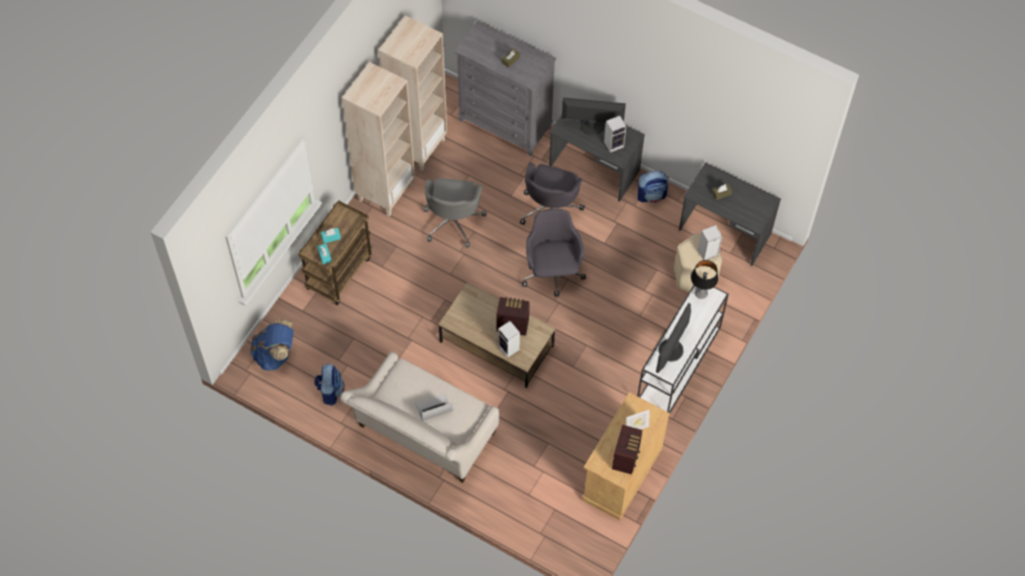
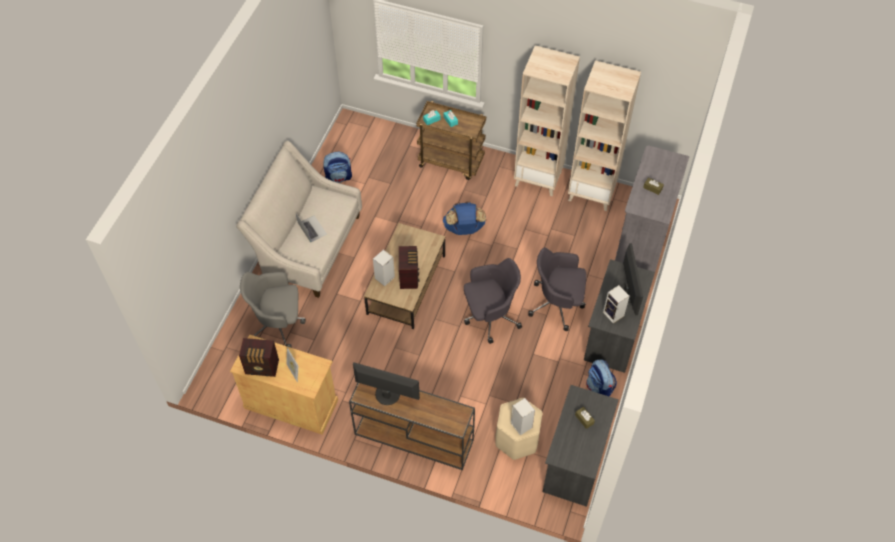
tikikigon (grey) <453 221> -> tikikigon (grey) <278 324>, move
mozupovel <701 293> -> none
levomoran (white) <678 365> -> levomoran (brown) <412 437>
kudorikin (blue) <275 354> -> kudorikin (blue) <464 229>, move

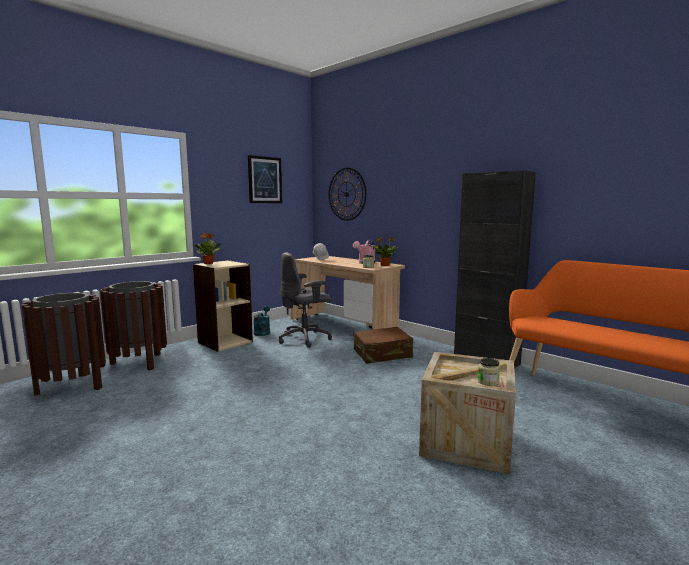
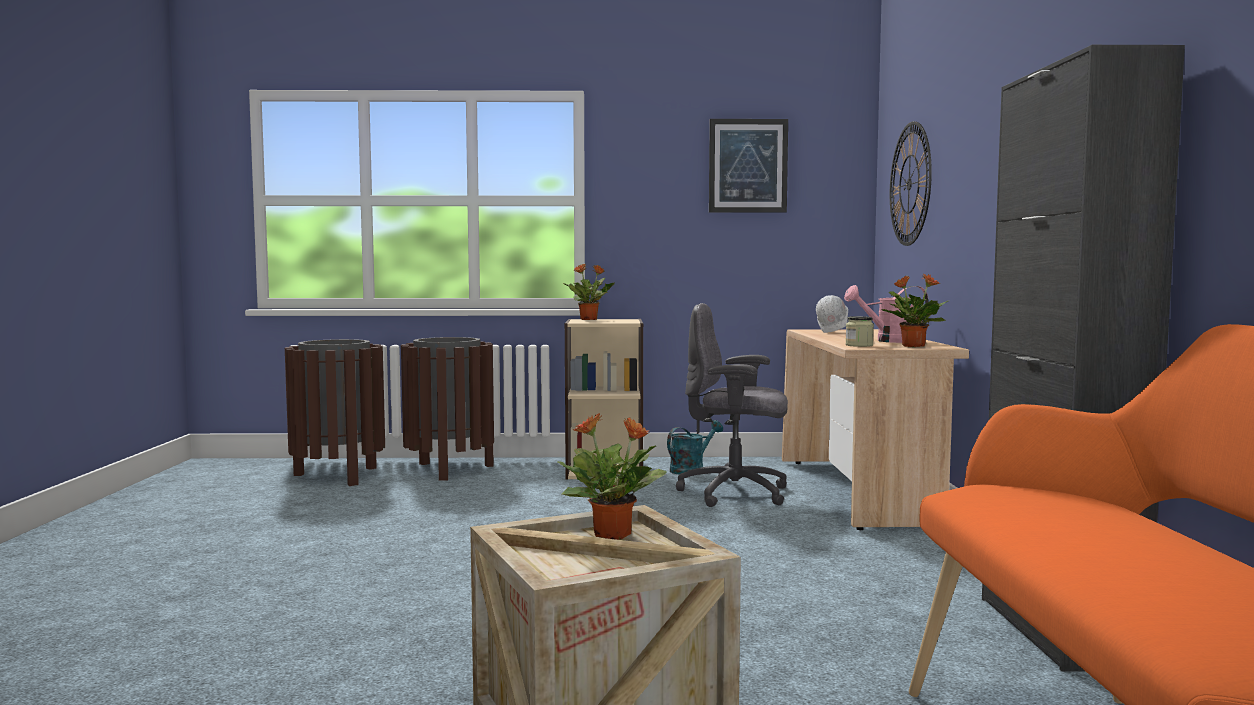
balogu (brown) <382 354> -> none
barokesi <488 382> -> none
none -> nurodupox <614 535>

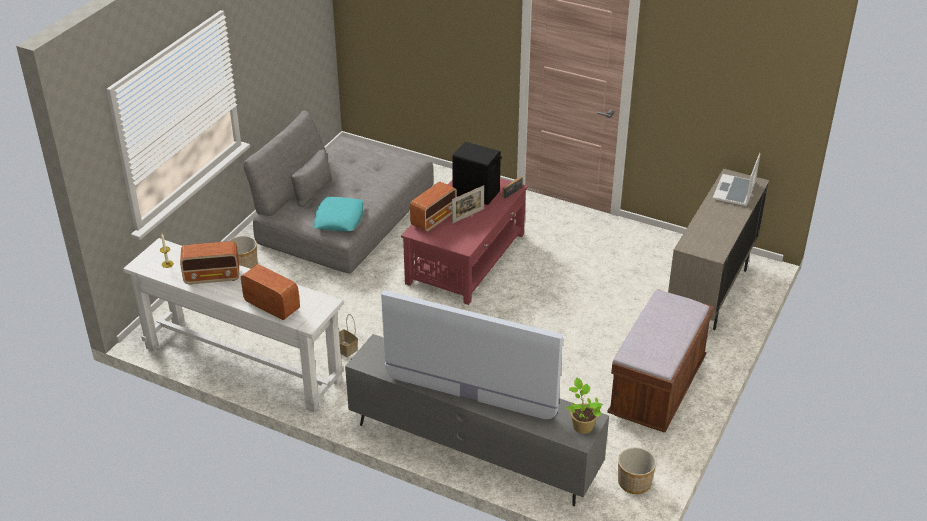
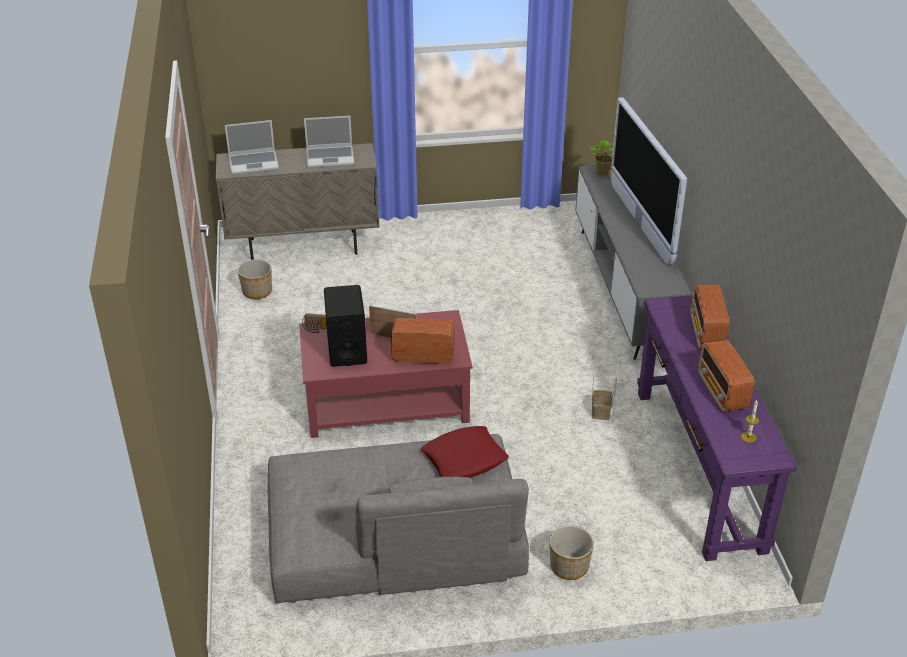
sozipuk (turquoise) <339 219> -> sozipuk (red) <464 459>
levomoran (white) <243 363> -> levomoran (purple) <698 468>
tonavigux <213 277> -> tonavigux <722 393>, 150 degrees counterclockwise
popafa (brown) <657 389> -> none
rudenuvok <634 482> -> rudenuvok <256 291>, move
none -> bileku <330 157>

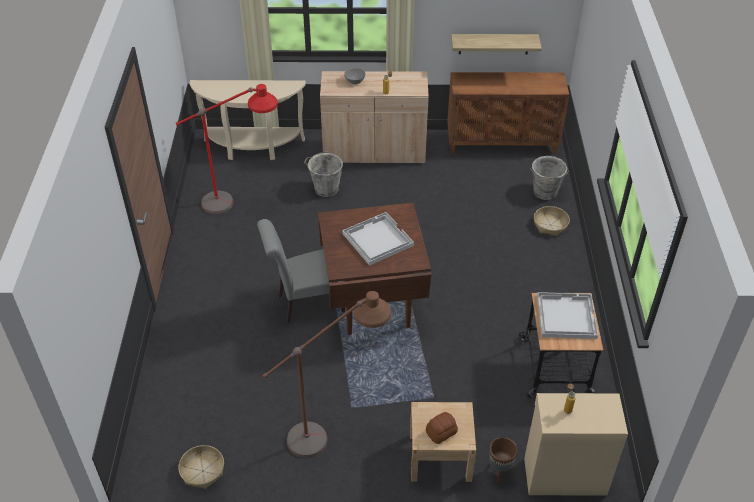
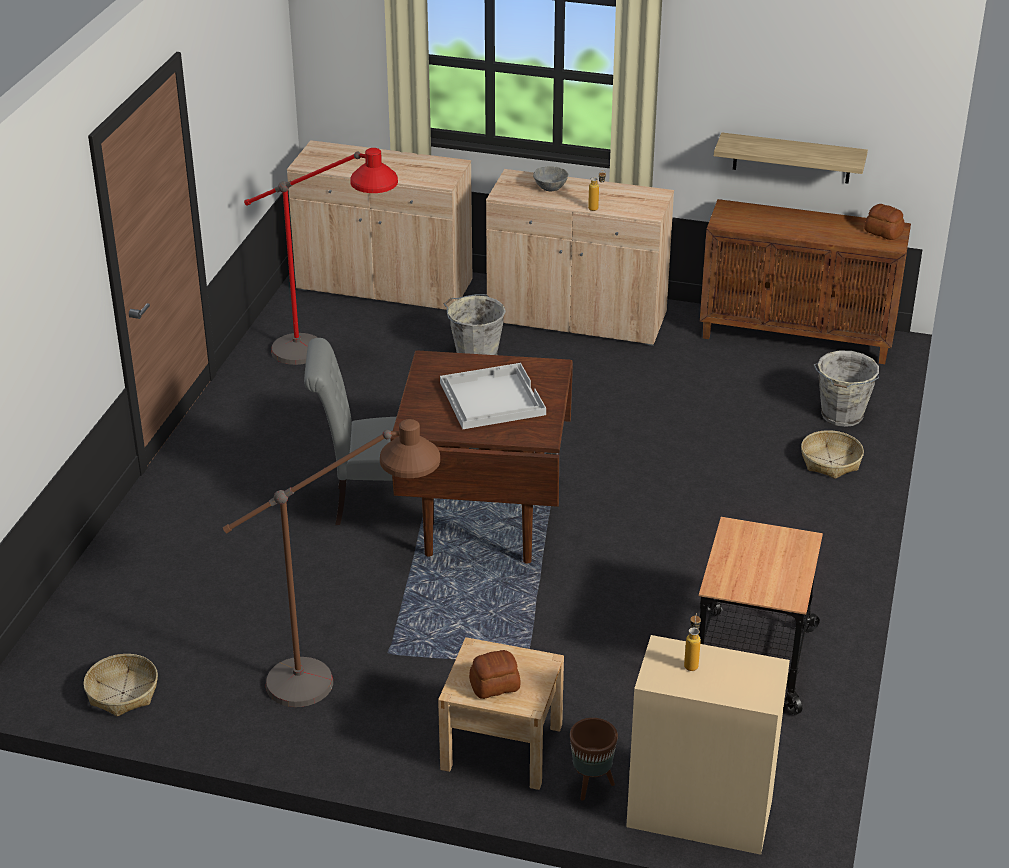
levomoran (beige) <253 148> -> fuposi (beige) <384 286>
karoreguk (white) <565 316> -> none
none -> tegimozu <883 232>

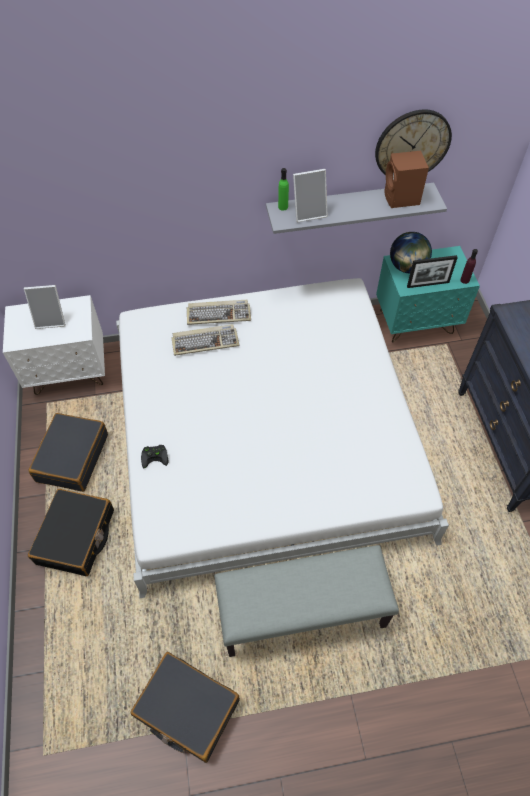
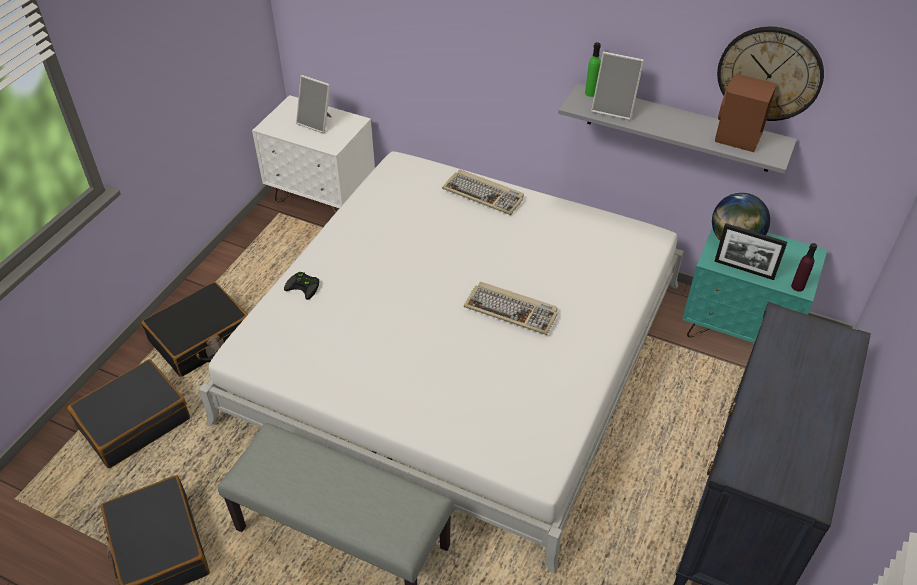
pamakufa <205 341> -> pamakufa <512 310>, move
balogu (black) <72 457> -> balogu (black) <133 421>, move

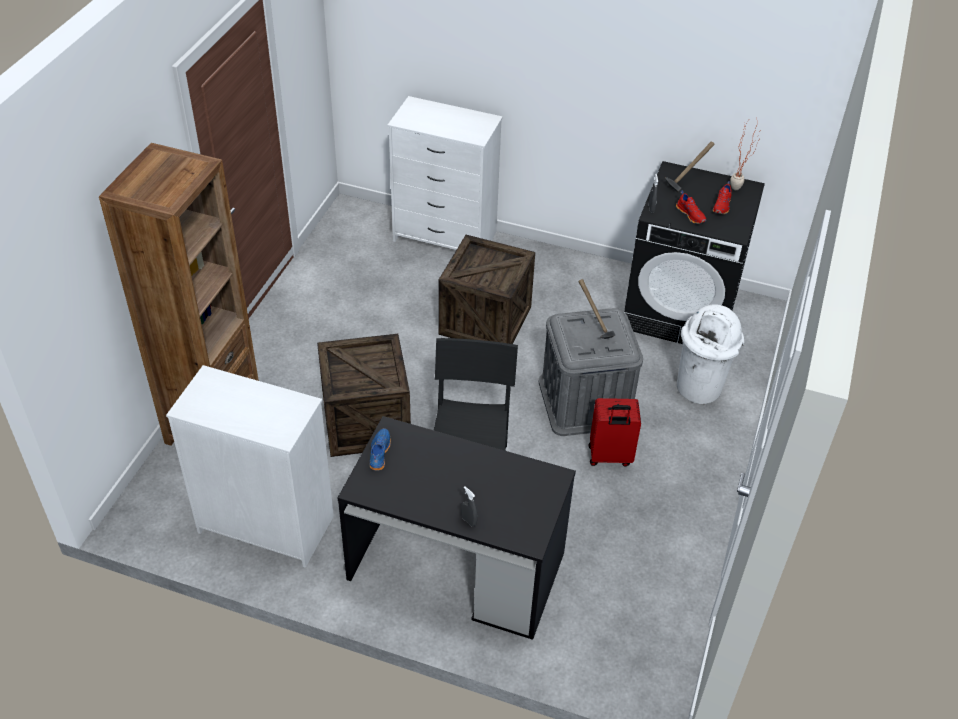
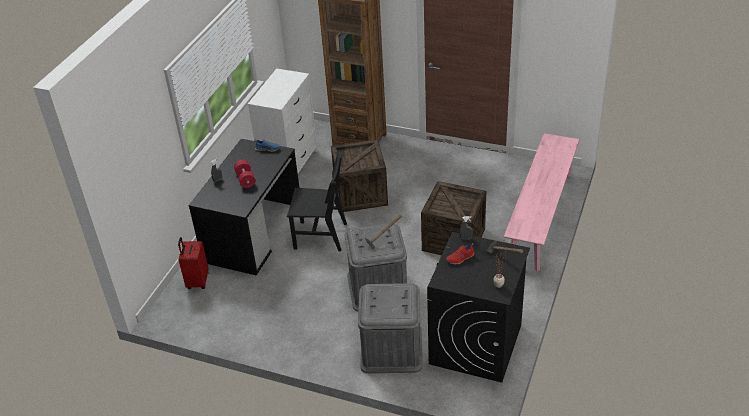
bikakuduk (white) <444 237> -> popafa (pink) <541 217>
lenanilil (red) <722 206> -> none
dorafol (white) <700 388> -> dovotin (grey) <391 349>
balogu (red) <610 457> -> balogu (red) <197 281>, move
none -> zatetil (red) <245 179>

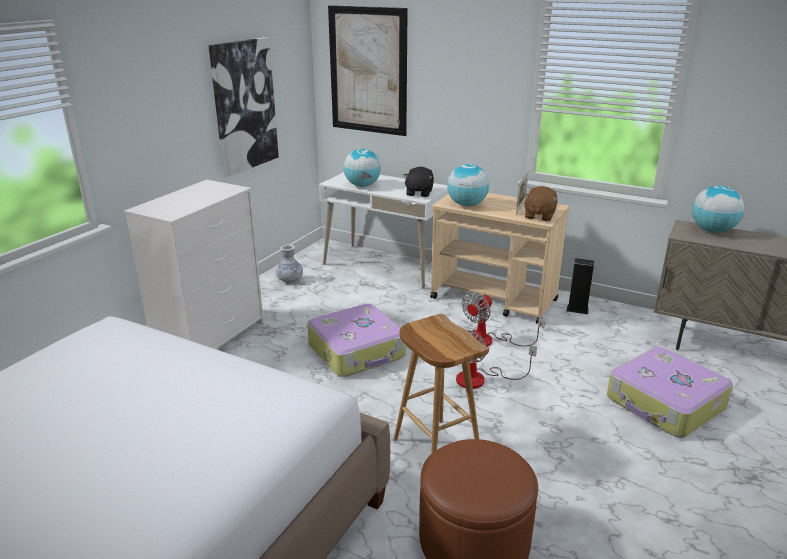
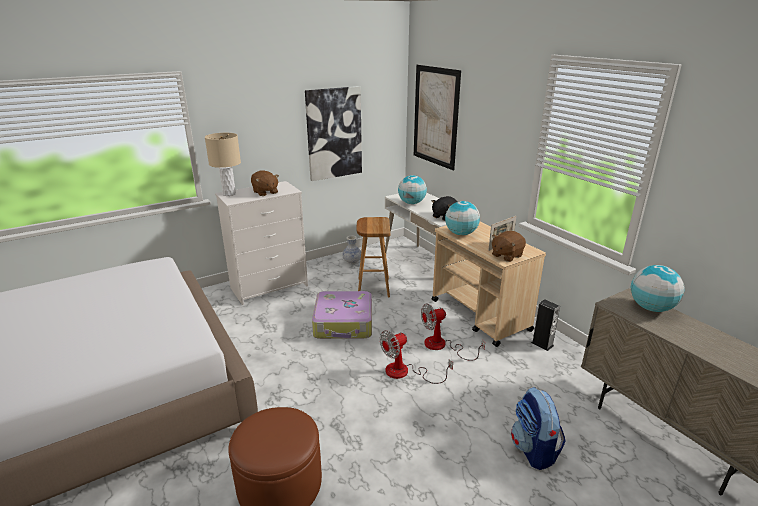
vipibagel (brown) <435 448> -> vipibagel (brown) <373 287>, move
balogu <665 404> -> kudorikin <534 450>
none -> mozupovel (beige) <229 194>
none -> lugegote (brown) <265 192>

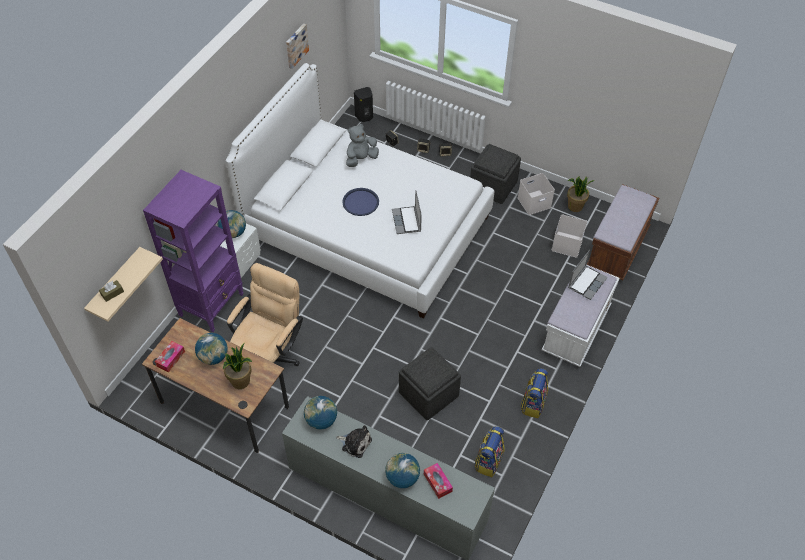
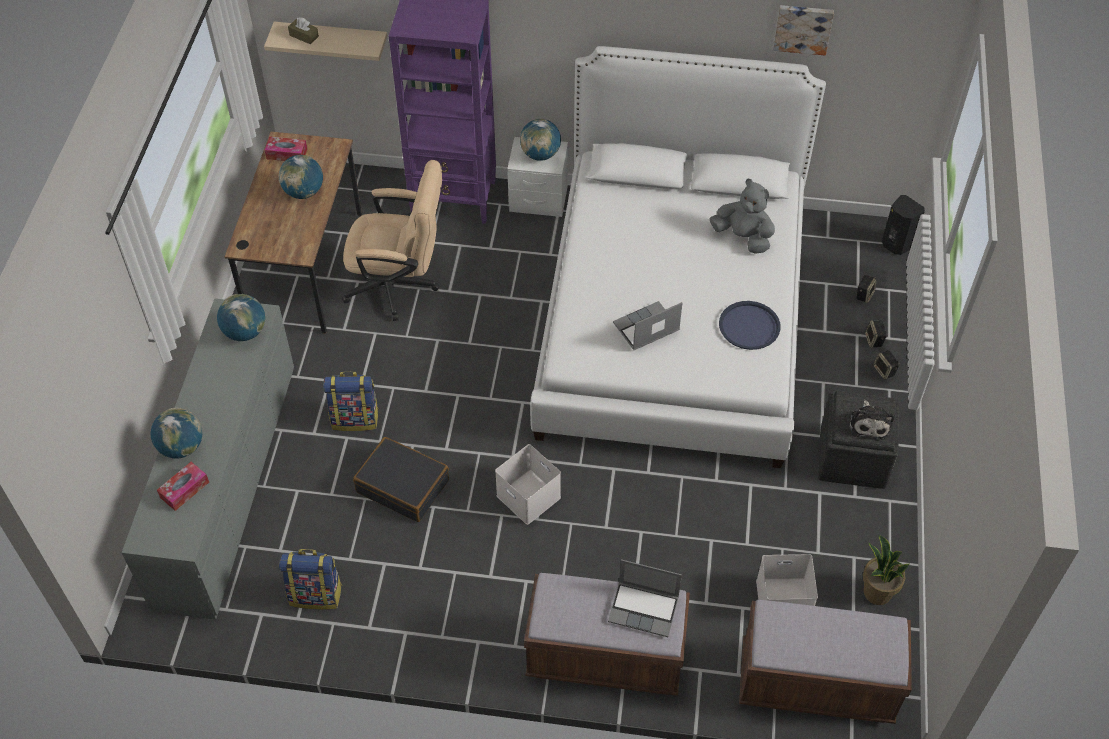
dovotin (white) <534 203> -> dovotin (white) <527 496>, move
karoreguk (blue) <360 202> -> karoreguk (blue) <749 326>, move
popafa (white) <576 330> -> popafa (brown) <605 657>
nurodupox <241 381> -> none
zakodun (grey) <428 394> -> balogu (black) <403 486>
kudorikin <533 403> -> kudorikin <355 418>, move
lugegote <355 443> -> lugegote <869 423>, move

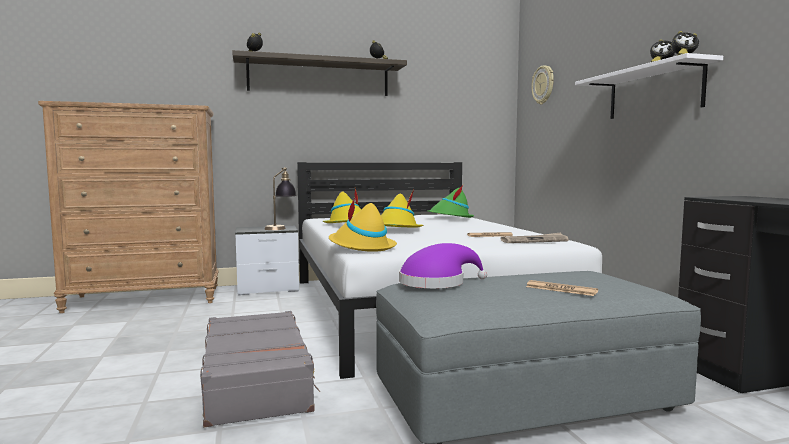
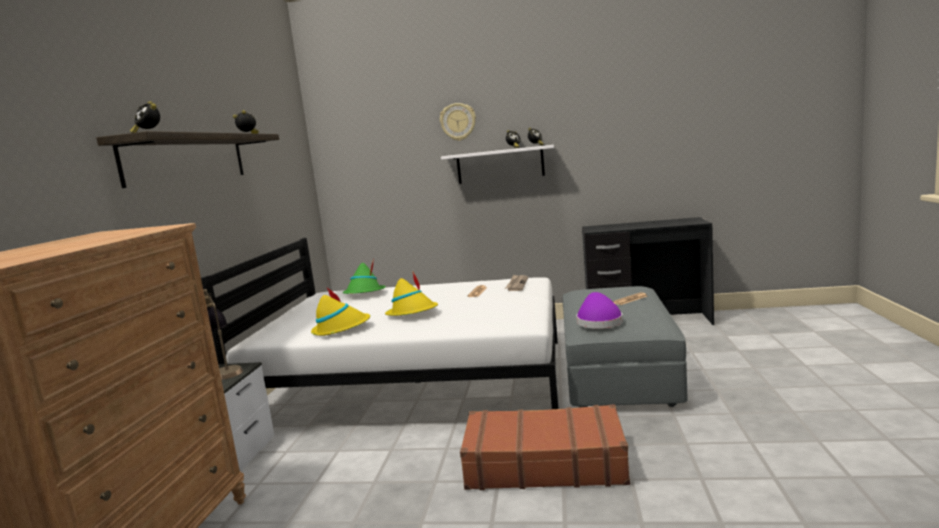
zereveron <543 85> -> zereveron <458 122>, move
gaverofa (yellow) <361 247> -> none
balogu (grey) <257 380> -> balogu (brown) <544 463>

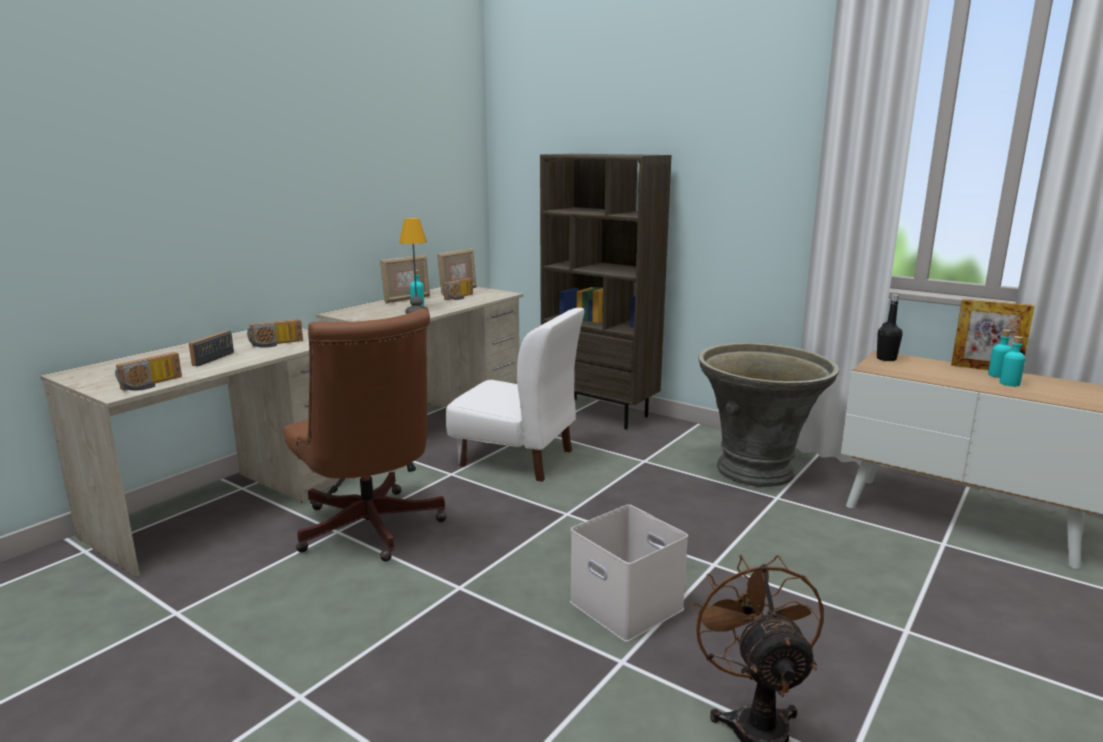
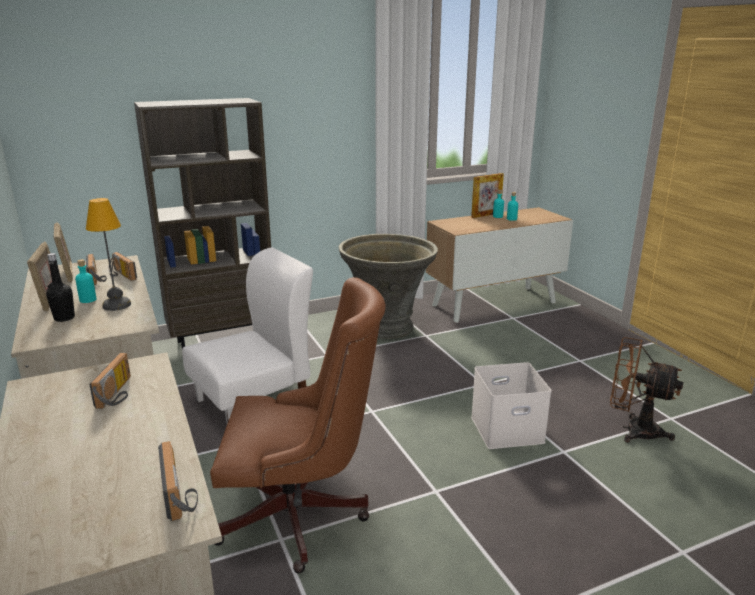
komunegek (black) <886 359> -> komunegek (black) <64 318>, move
tonavigux <210 358> -> tonavigux <121 275>, move

